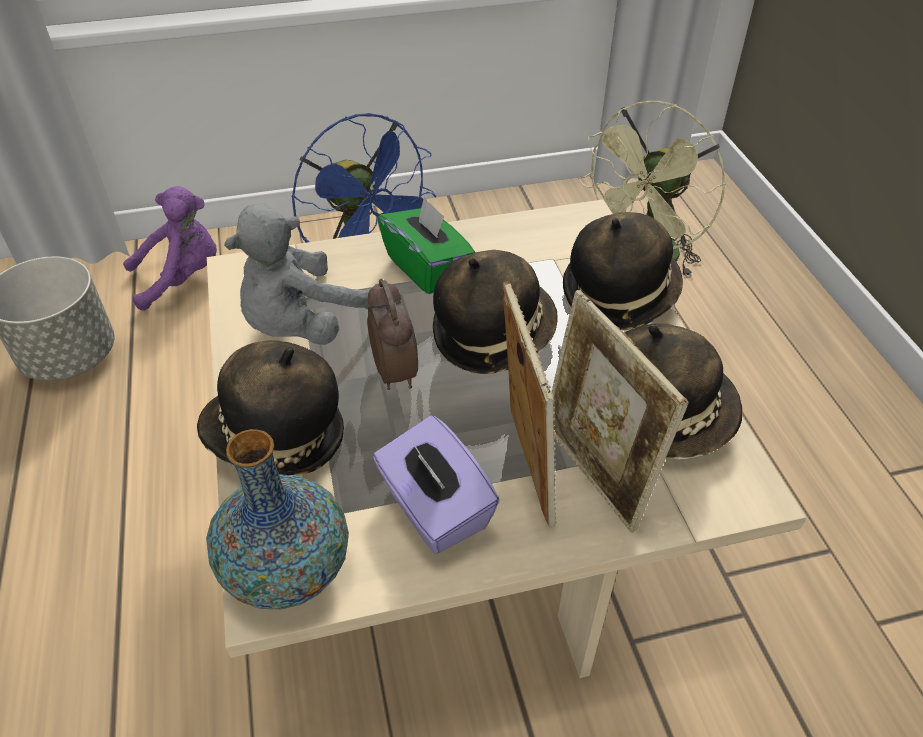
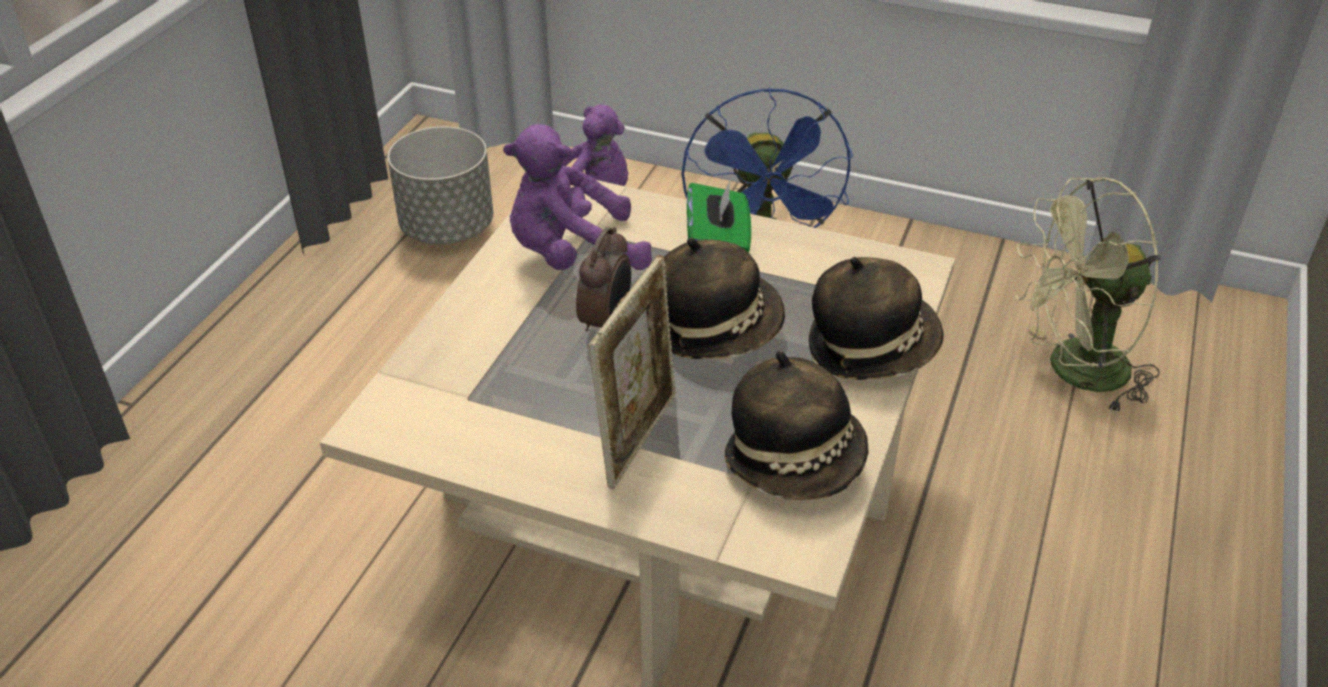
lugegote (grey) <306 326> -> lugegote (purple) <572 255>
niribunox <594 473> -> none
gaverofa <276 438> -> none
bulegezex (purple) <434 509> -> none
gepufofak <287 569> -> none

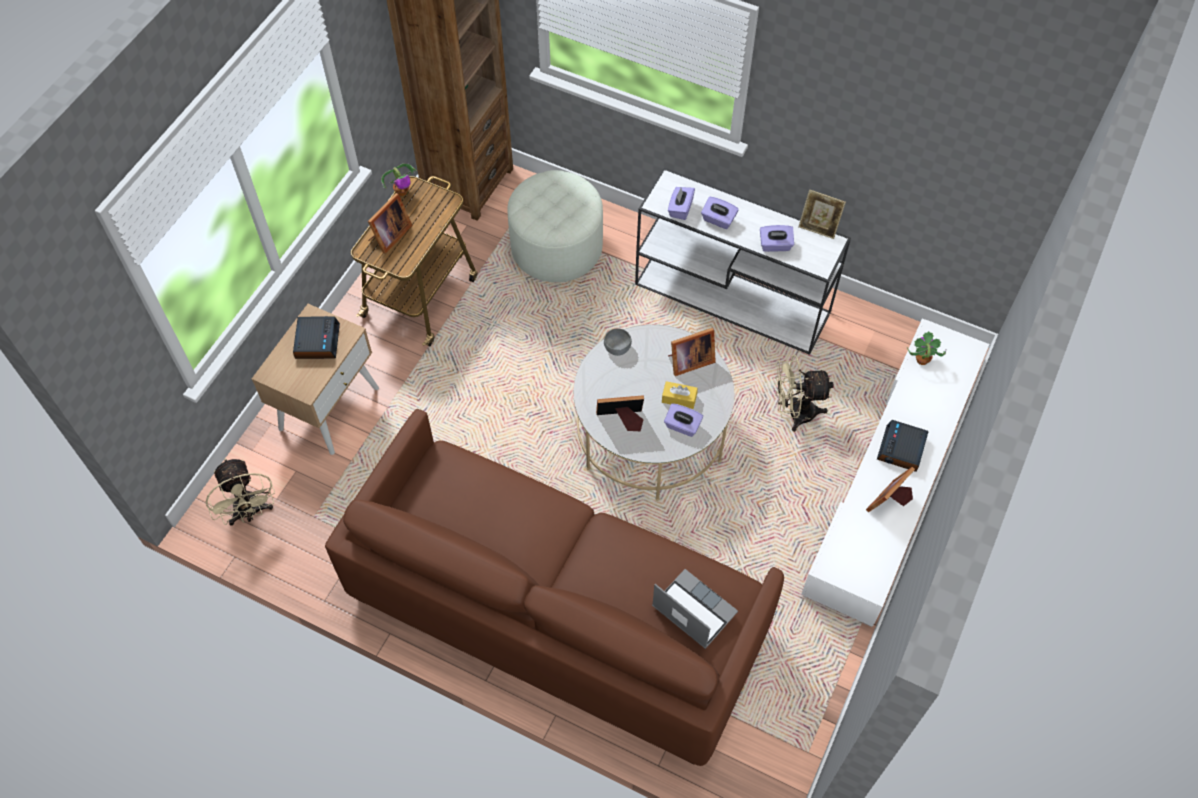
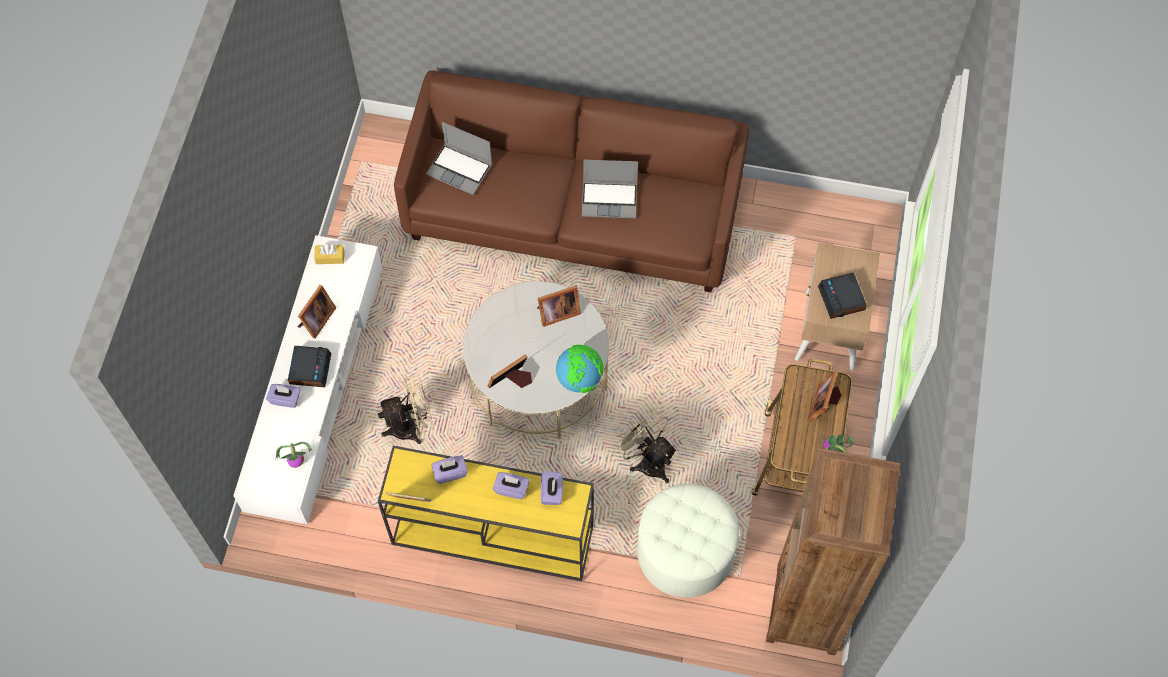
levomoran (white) <734 299> -> levomoran (yellow) <490 535>
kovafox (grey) <617 348> -> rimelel <579 378>
bulegezex (yellow) <679 398> -> bulegezex (yellow) <330 257>, move
bulegezex (purple) <682 426> -> bulegezex (purple) <285 399>, move
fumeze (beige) <250 513> -> fumeze (beige) <647 460>, move
none -> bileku <610 199>

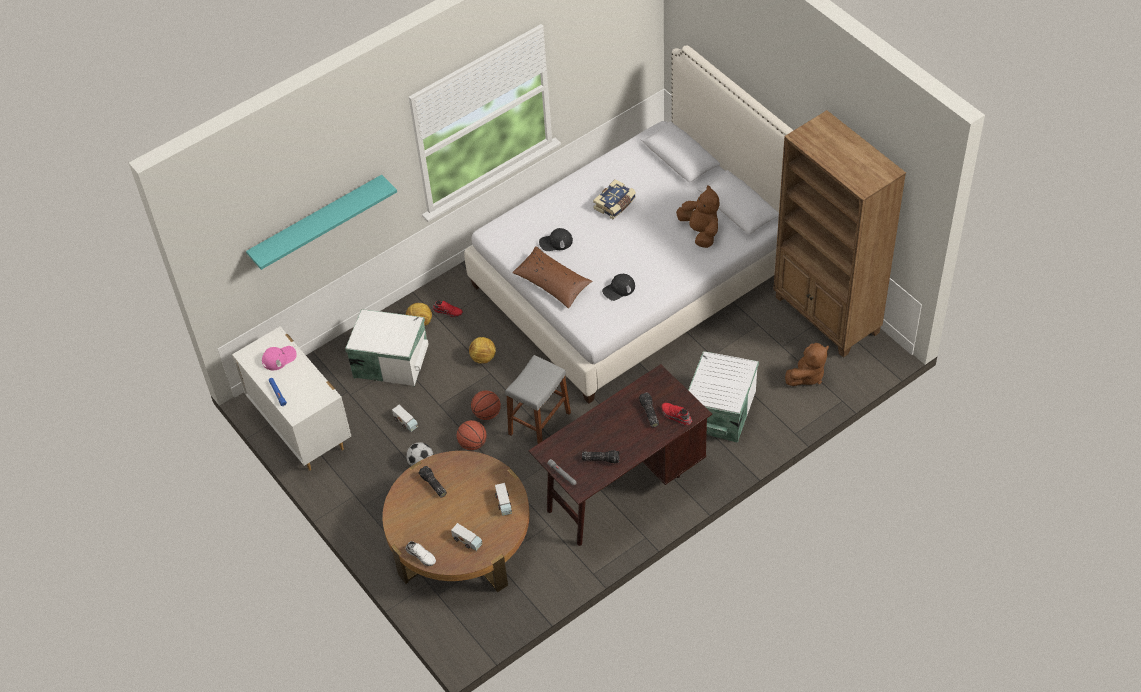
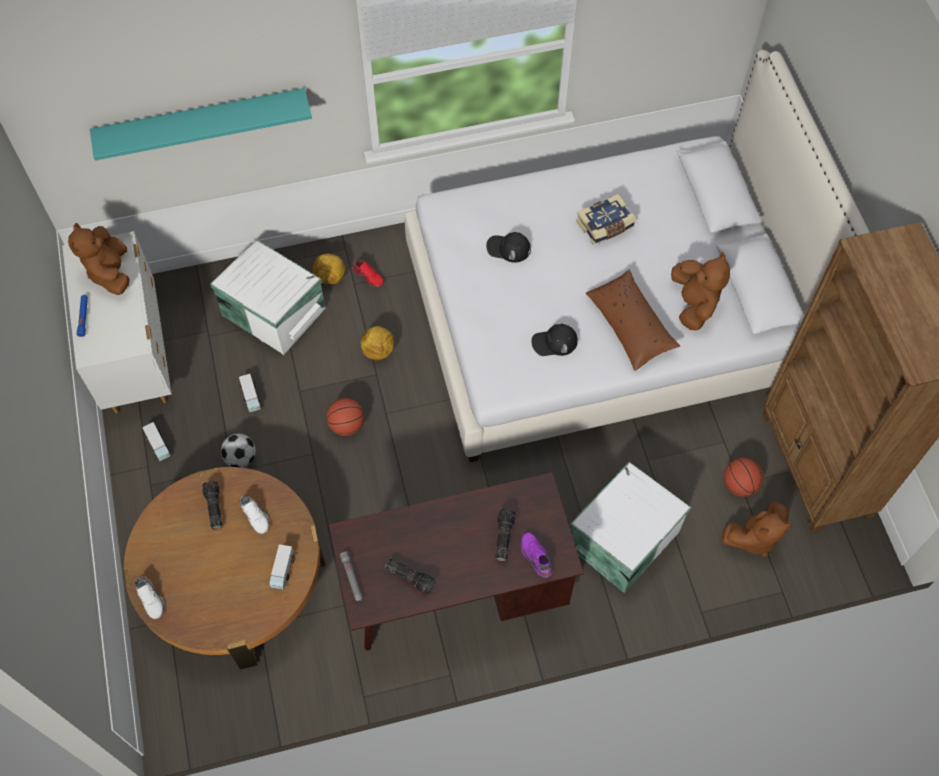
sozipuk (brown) <552 282> -> sozipuk (brown) <630 325>, move
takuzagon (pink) <279 358> -> lugegote (brown) <110 272>
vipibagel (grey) <539 423> -> none
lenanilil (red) <675 416> -> lenanilil (purple) <535 556>
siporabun <473 443> -> siporabun <739 485>, move
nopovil <467 541> -> nopovil <158 445>, move
none -> lenanilil (white) <255 515>

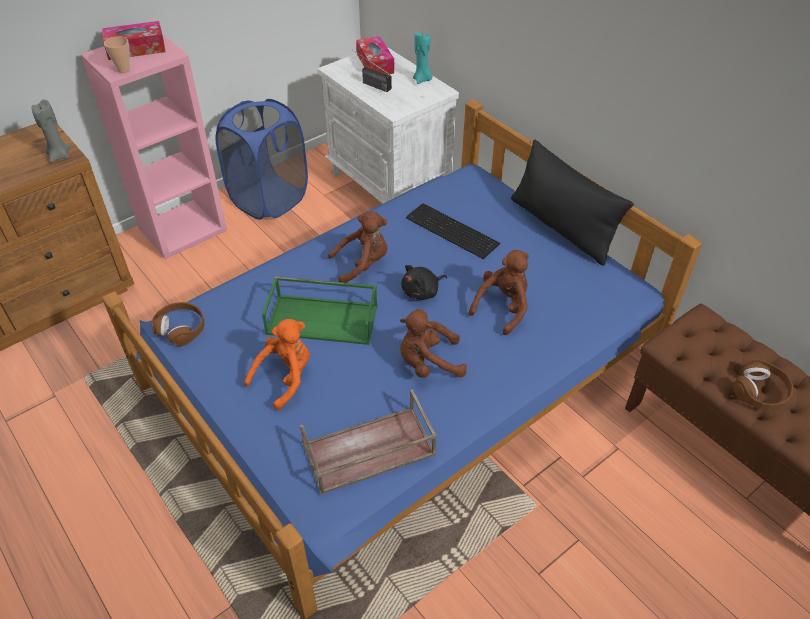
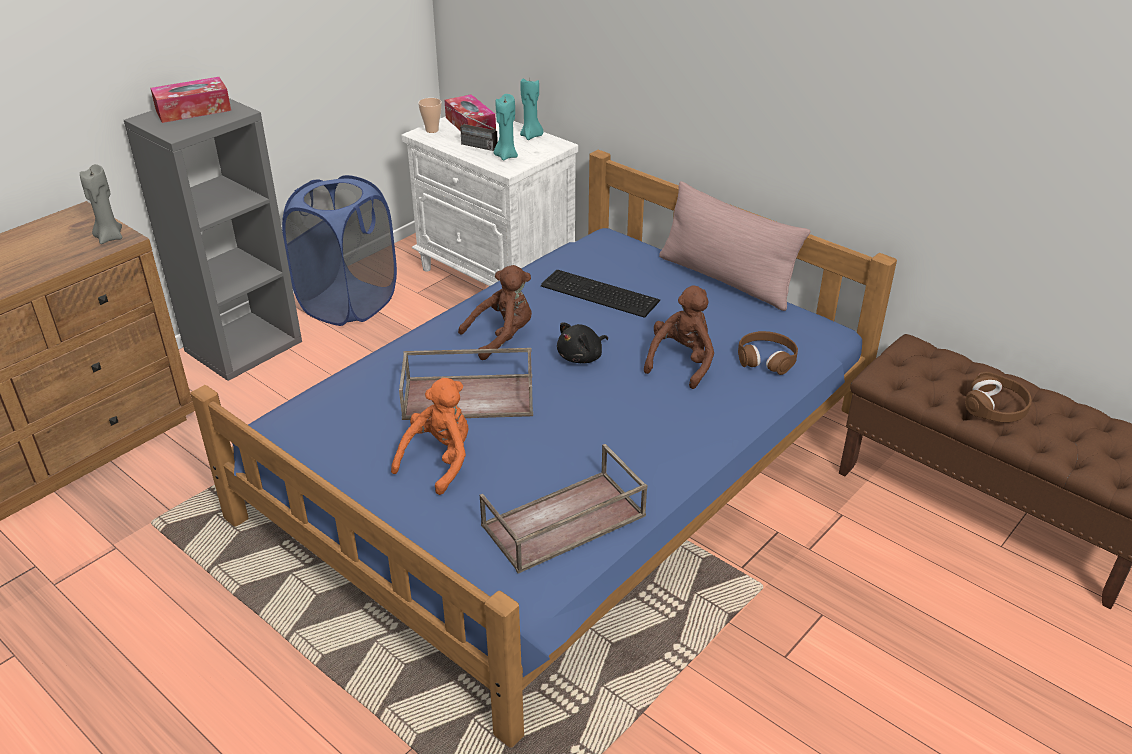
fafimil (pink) <183 228> -> fafimil (grey) <244 345>
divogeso <124 69> -> divogeso <432 130>, move
sozipuk (black) <561 227> -> sozipuk (pink) <726 279>
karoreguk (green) <323 319> -> karoreguk (brown) <470 396>
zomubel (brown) <181 328> -> zomubel (brown) <766 359>, move
lugegote (brown) <428 363> -> none
none -> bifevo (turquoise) <506 156>

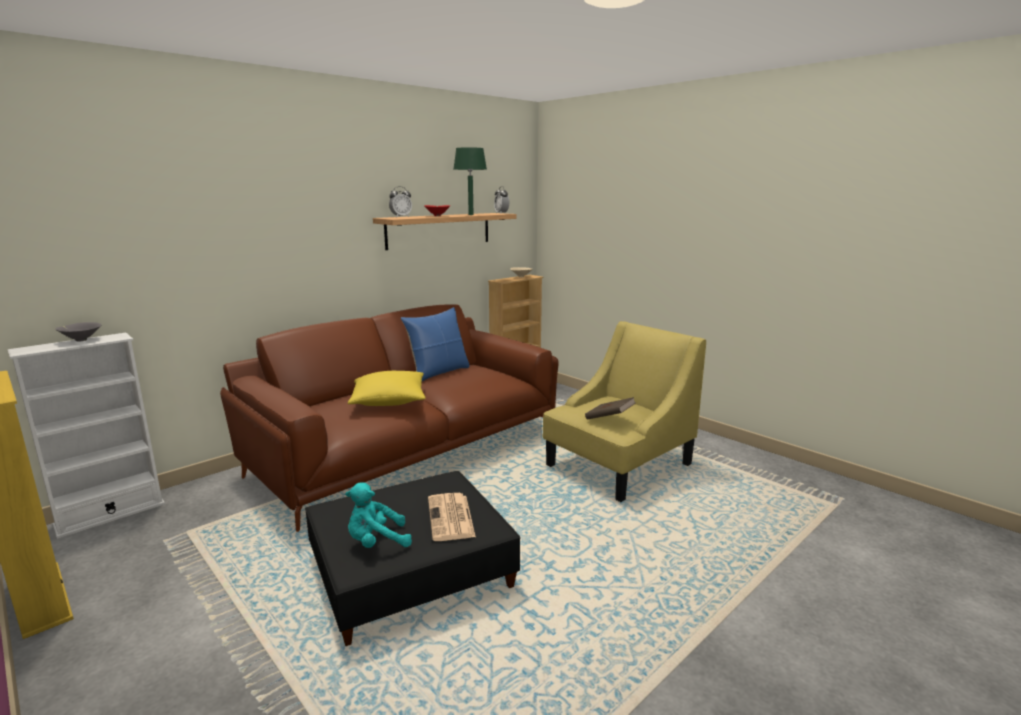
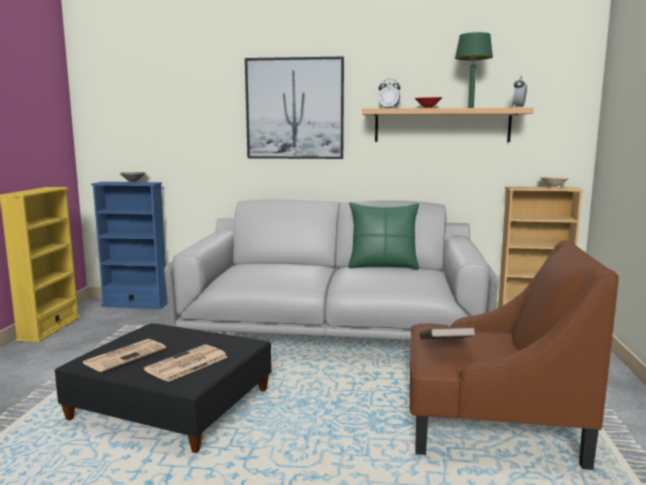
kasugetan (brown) <407 449> -> kasugetan (grey) <334 332>
sozipuk (blue) <438 372> -> sozipuk (green) <383 266>
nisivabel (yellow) <618 465> -> nisivabel (brown) <491 426>
fafimil (white) <110 514> -> fafimil (blue) <135 304>
sozipuk (yellow) <389 401> -> none
lugegote (turquoise) <376 542> -> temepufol <125 355>
none -> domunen <294 109>

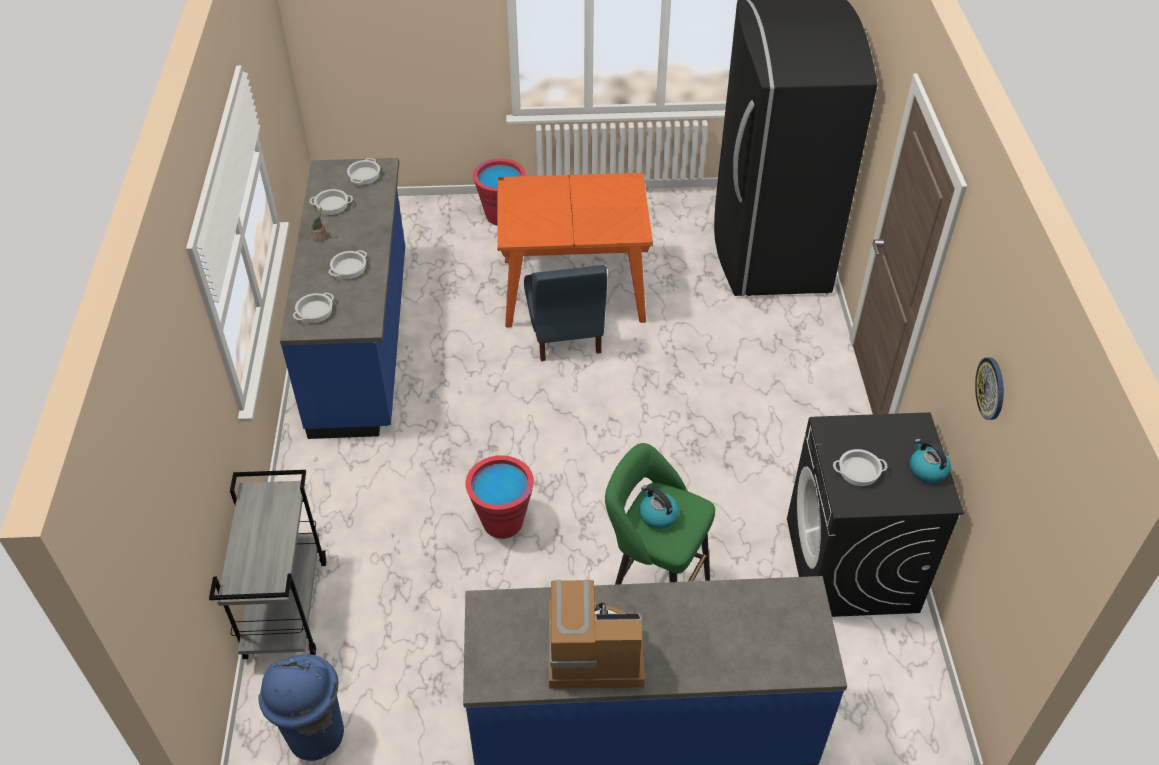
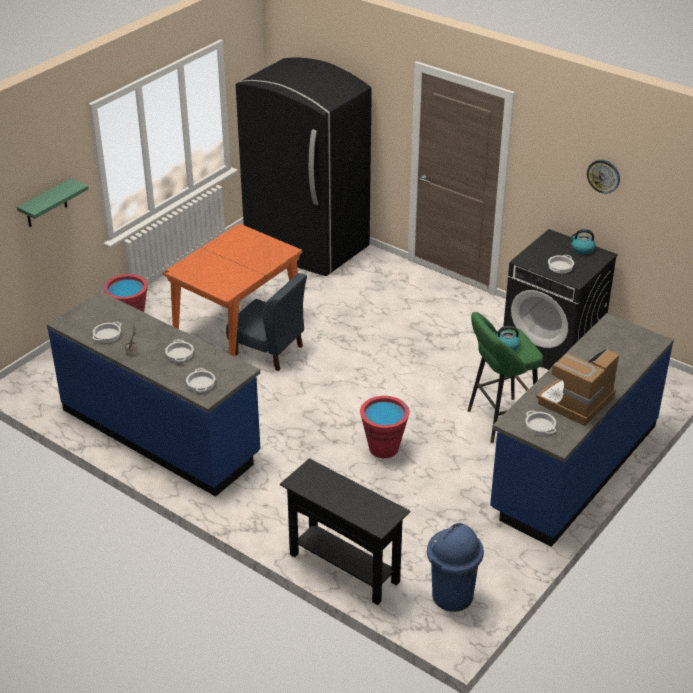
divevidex <364 175> -> divevidex <539 426>, move
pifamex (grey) <285 607> -> levomoran (black) <344 568>
none -> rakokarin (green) <46 204>

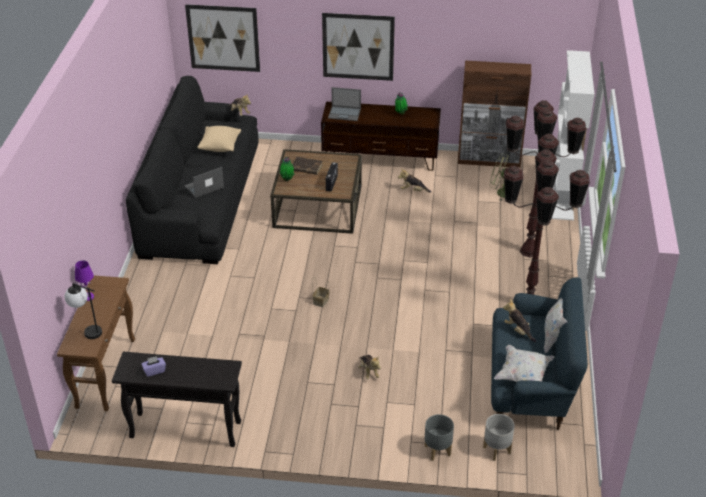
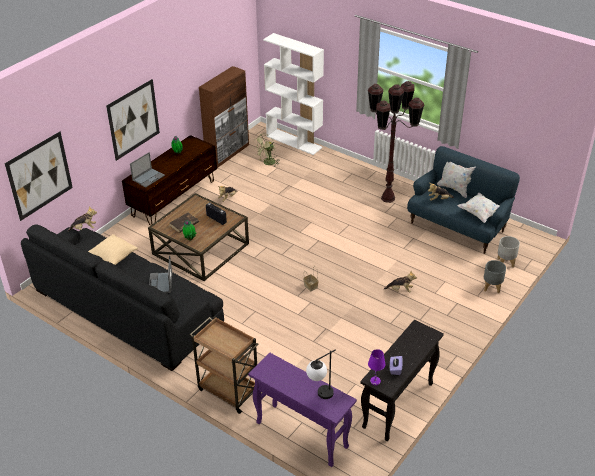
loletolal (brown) <529 251> -> none
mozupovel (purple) <88 297> -> mozupovel (purple) <375 381>, move
levomoran (brown) <106 372> -> levomoran (purple) <301 434>
none -> pifamex (brown) <228 390>

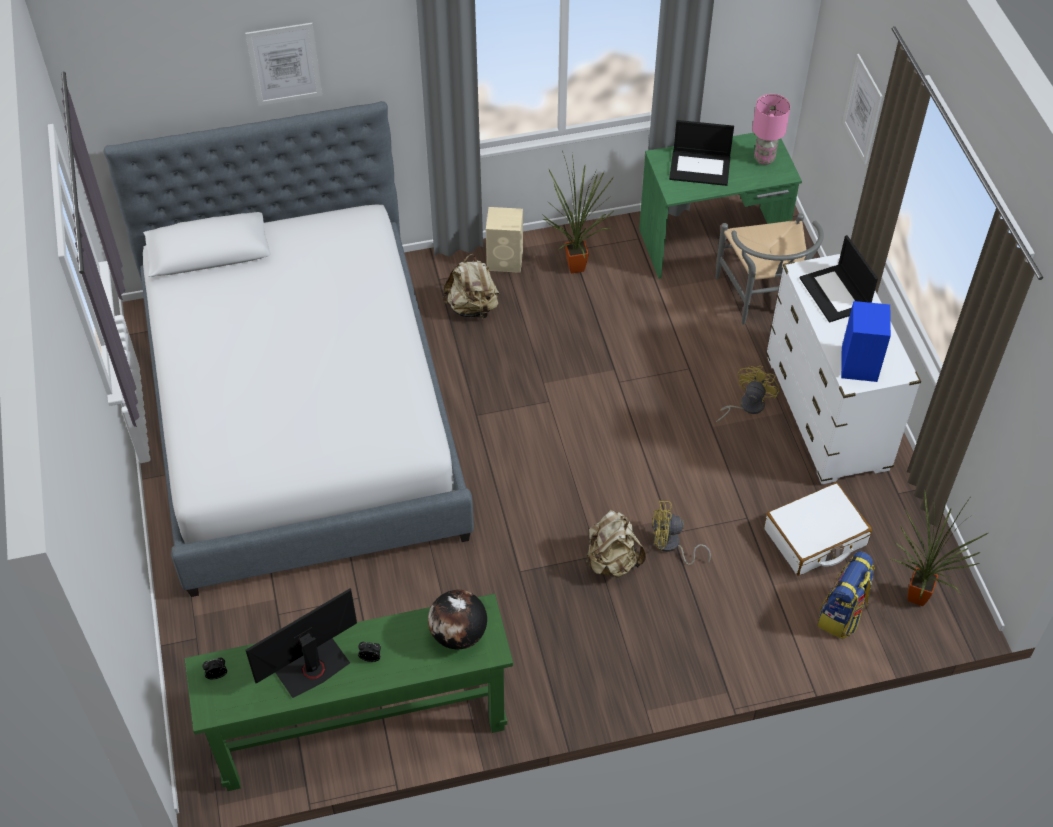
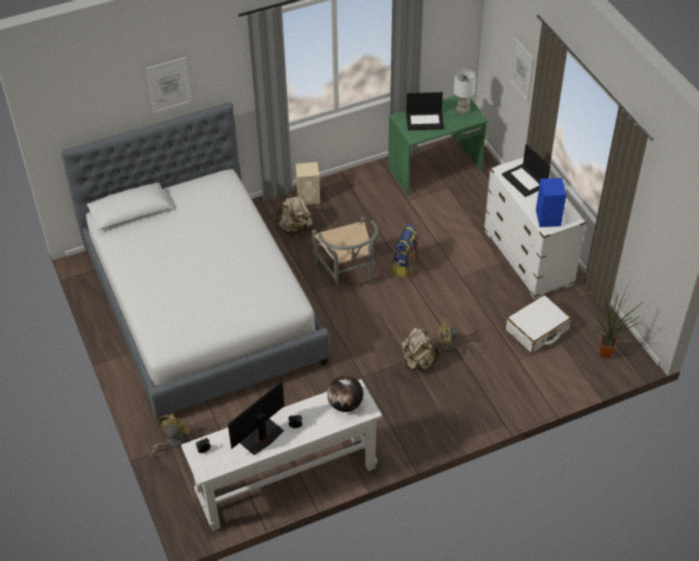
mozupovel (pink) <763 158> -> mozupovel (white) <462 110>
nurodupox <575 265> -> none
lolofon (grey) <763 301> -> lolofon (grey) <348 277>, move
fumeze (yellow) <746 406> -> fumeze (yellow) <171 442>, move
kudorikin <842 614> -> kudorikin <405 266>, move
levomoran (green) <361 727> -> levomoran (white) <286 481>

